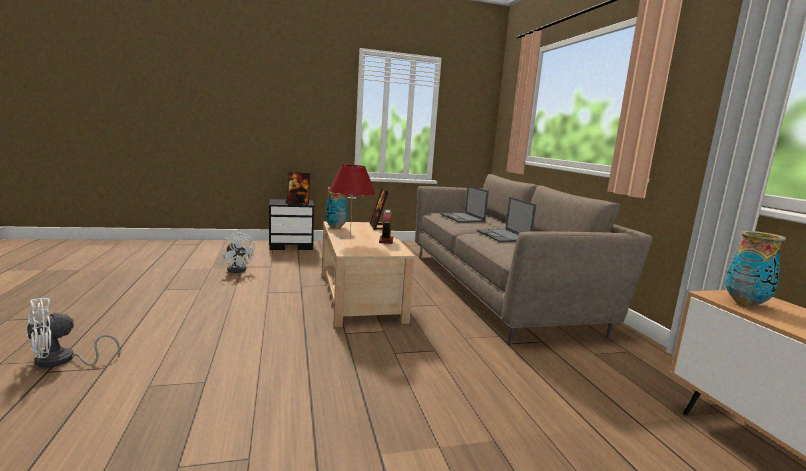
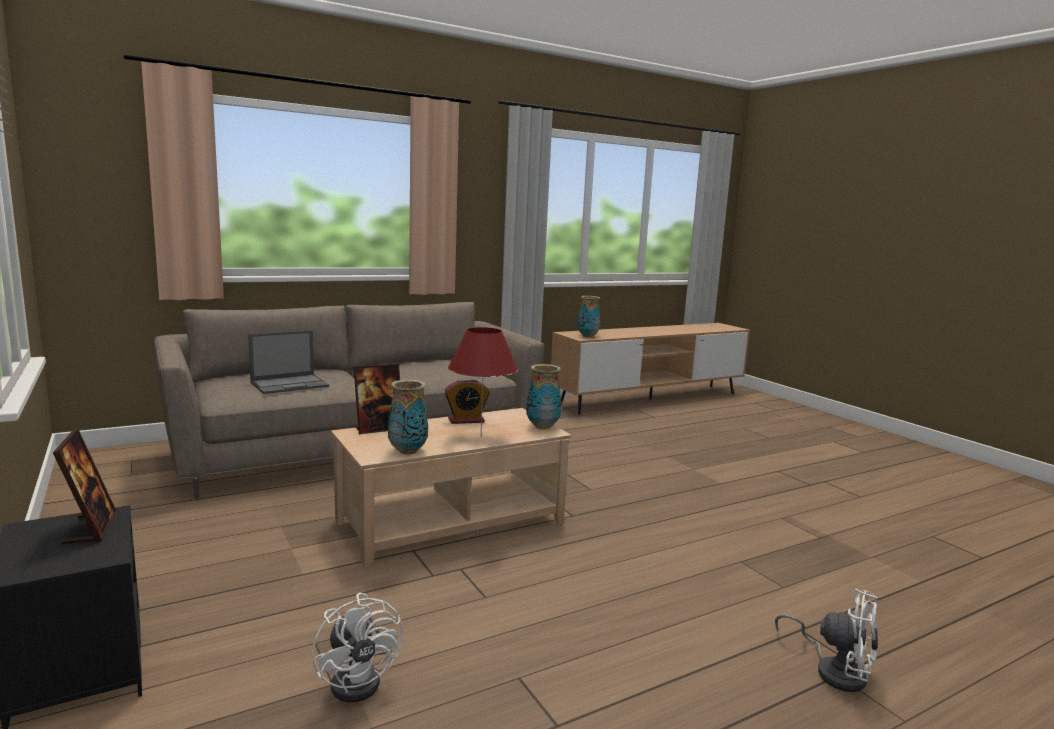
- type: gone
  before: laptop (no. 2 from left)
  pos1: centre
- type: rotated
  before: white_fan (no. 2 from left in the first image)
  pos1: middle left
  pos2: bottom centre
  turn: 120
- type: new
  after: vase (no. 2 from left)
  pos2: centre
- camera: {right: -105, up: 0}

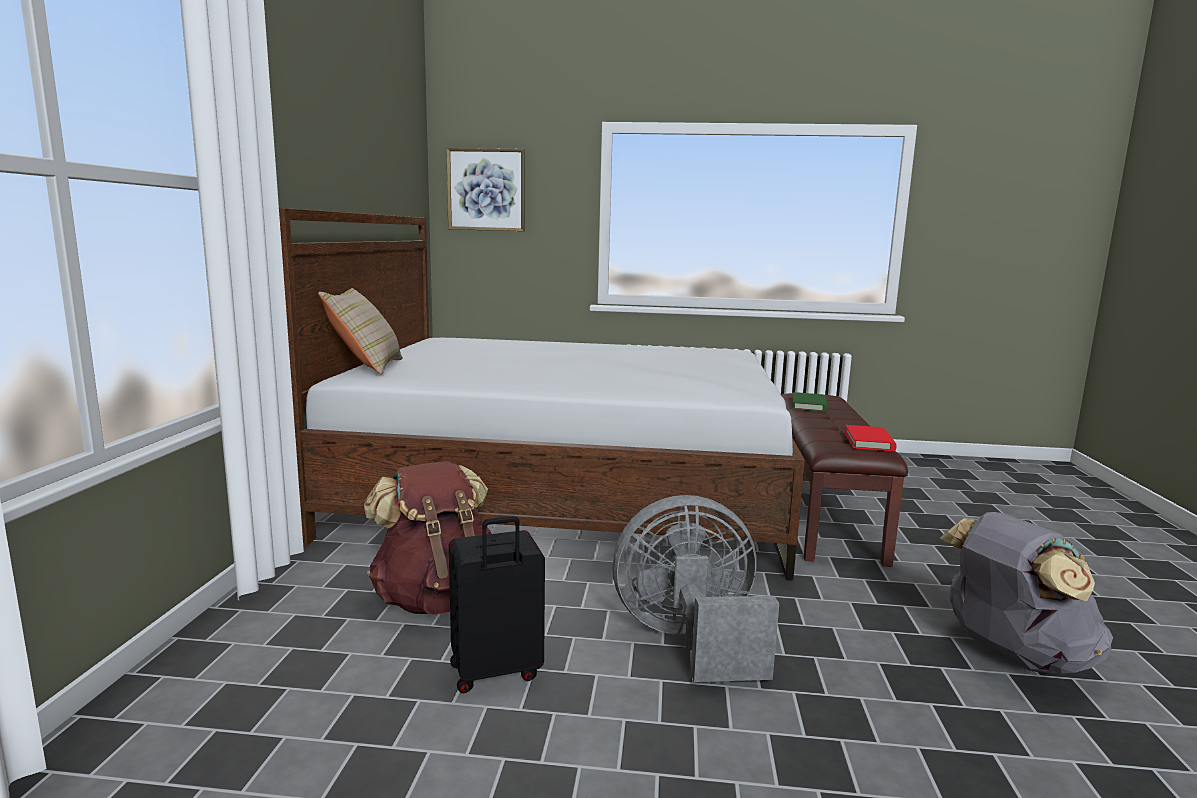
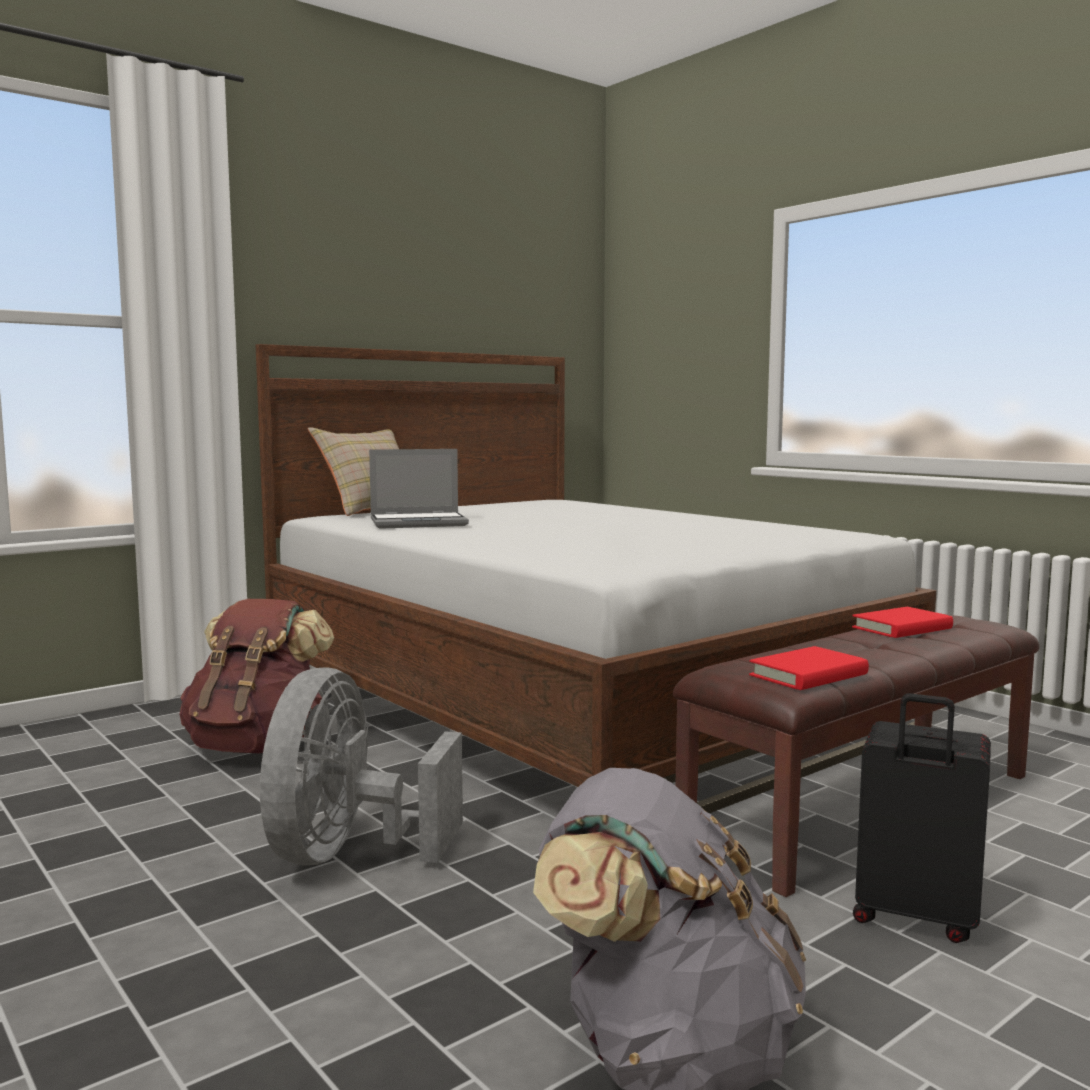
- type: gone
  before: picture
  pos1: top centre
- type: repainted
  before: green_book
  after: red_book (no. 2 from left)
  pos1: middle right
  pos2: middle right
- type: rotated
  before: grey_fan
  pos1: bottom centre
  pos2: bottom left
  turn: -120
- type: shifted
  before: black_suitcase
  pos1: bottom centre
  pos2: bottom right
- type: new
  after: laptop
  pos2: centre
- camera: {right: 45, up: -5}

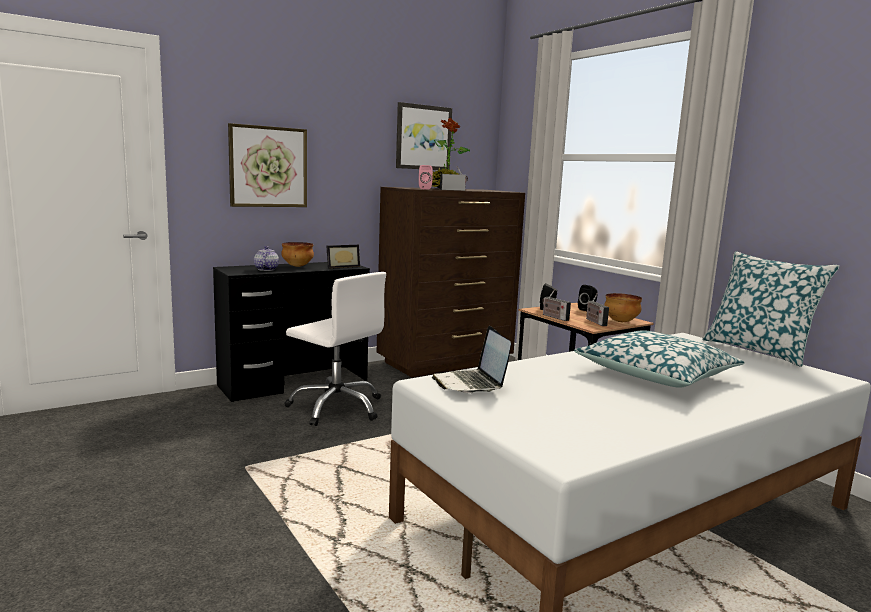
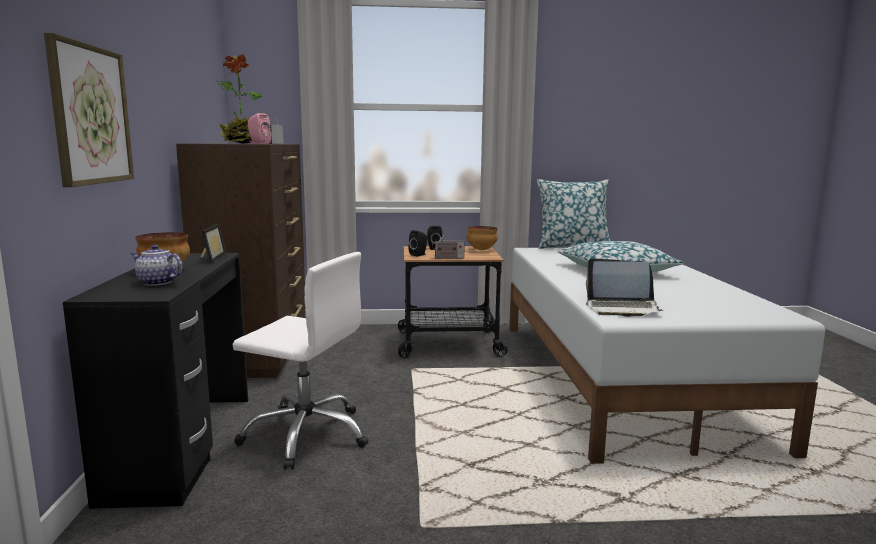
- type: gone
  before: picture (no. 2 from left)
  pos1: top centre
- type: rotated
  before: white_office_chair
  pos1: centre
  pos2: centre
  turn: 45
- type: gone
  before: radio (no. 3 from left)
  pos1: middle right
- camera: {right: -60, up: 0}

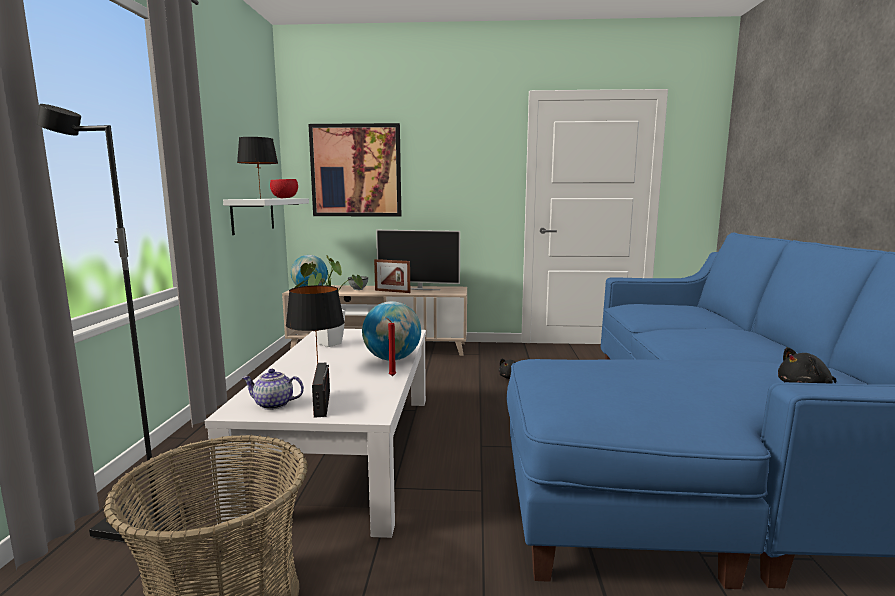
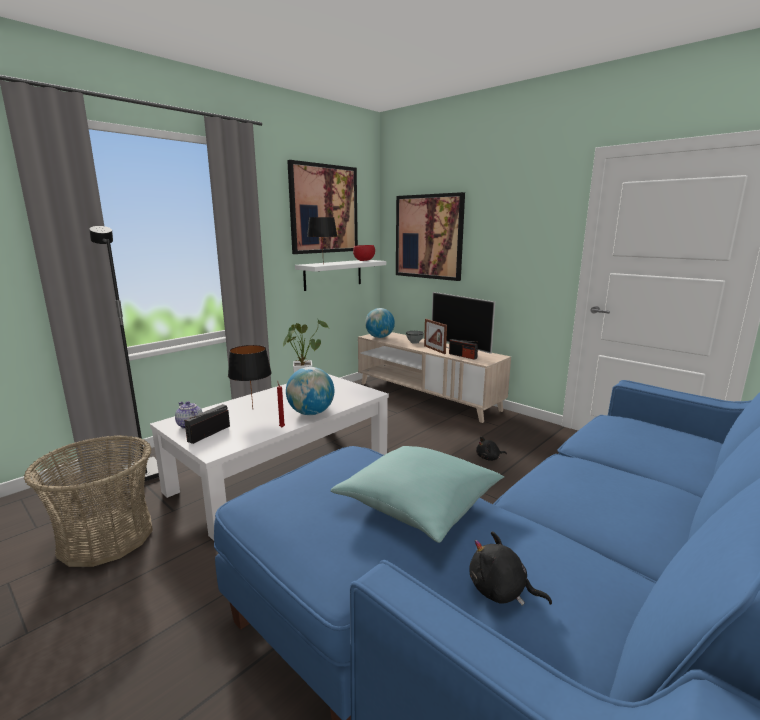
- type: new
  after: picture (no. 1 from left)
  pos2: top centre
- type: new
  after: radio (no. 2 from left)
  pos2: centre
- type: new
  after: turquoise_pillow
  pos2: bottom centre
- camera: {right: 40, up: 5}

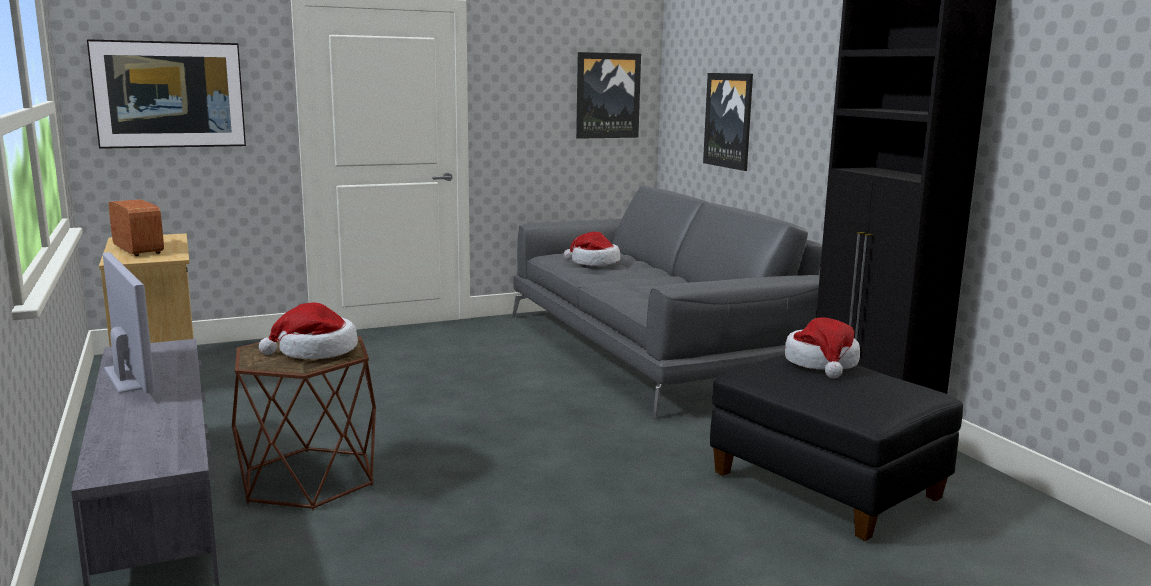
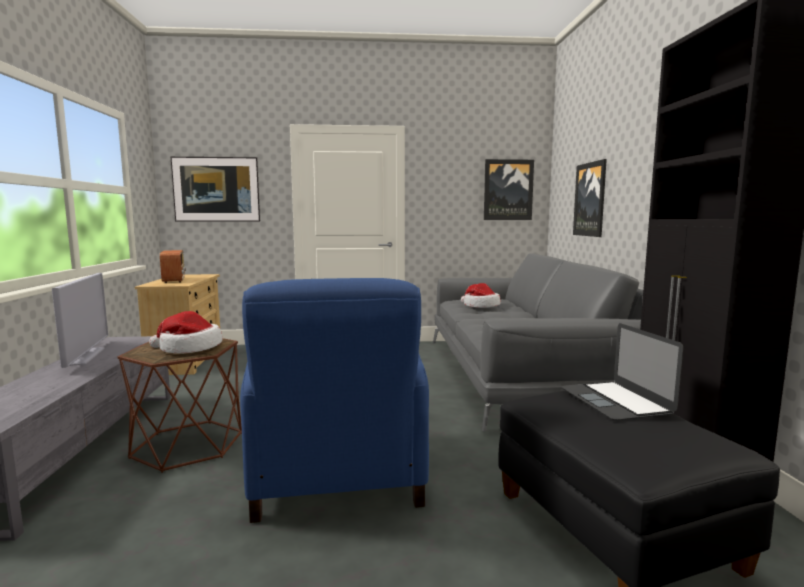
- type: swapped
  before: hat (no. 3 from left)
  after: laptop
  pos1: middle right
  pos2: middle right
- type: new
  after: blue_armchair
  pos2: bottom centre
- camera: {right: 20, up: -5}

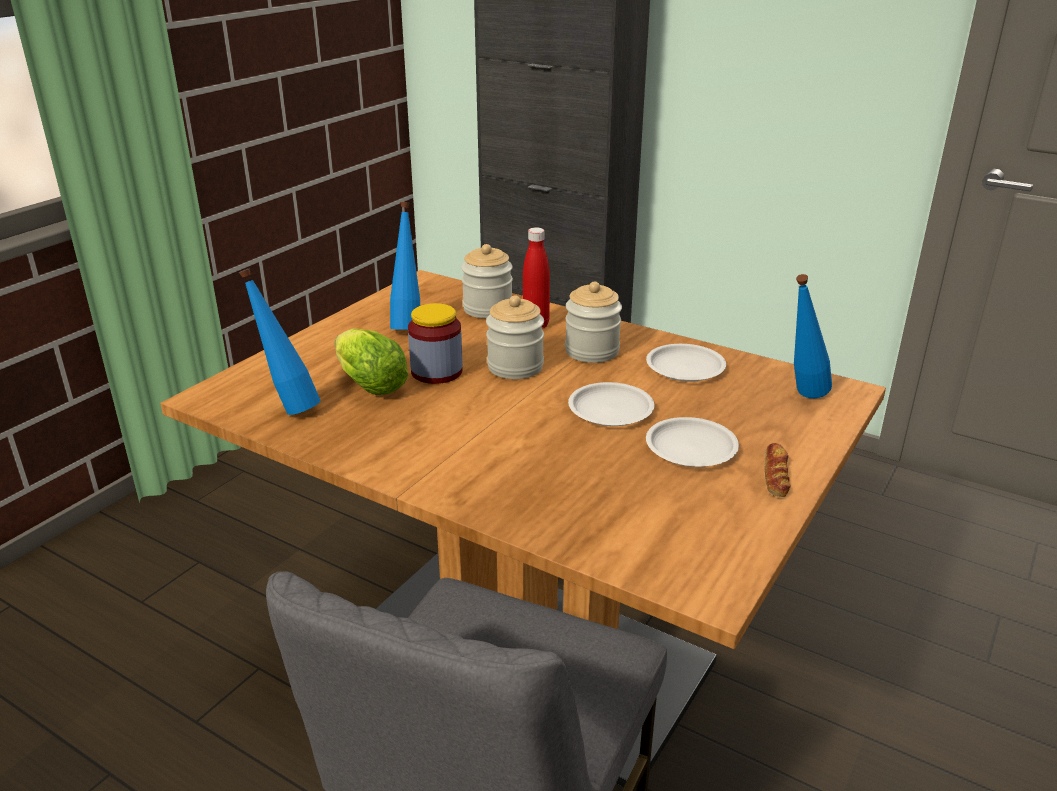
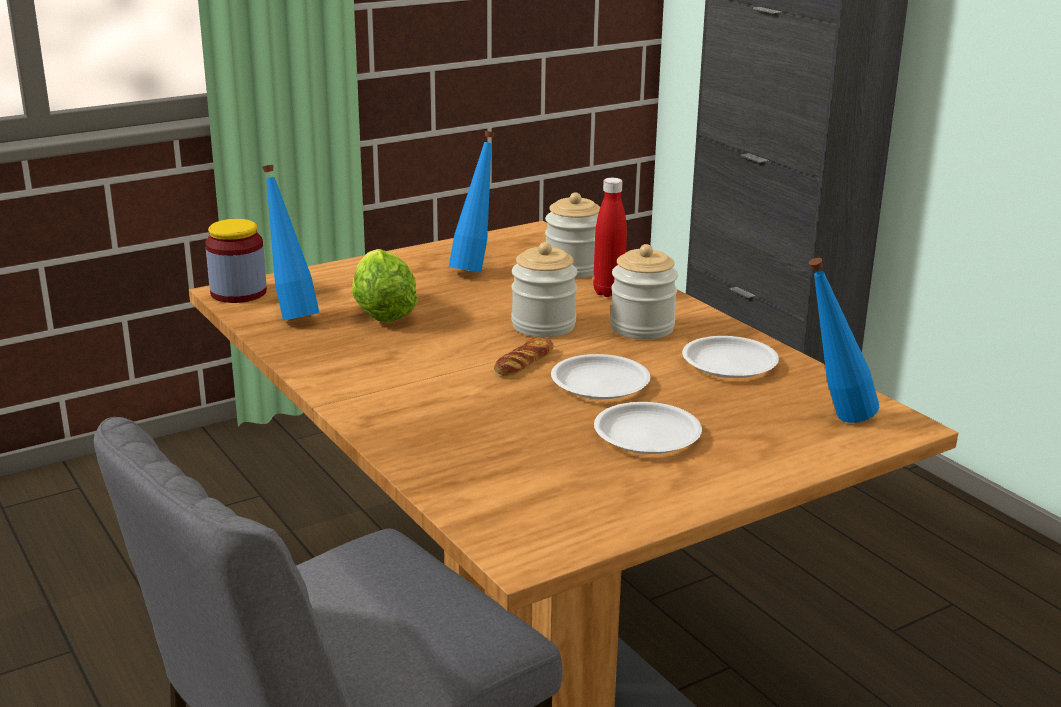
- type: shifted
  before: jar (no. 1 from left)
  pos1: centre
  pos2: middle left
- type: shifted
  before: bread
  pos1: middle right
  pos2: centre
- camera: {right: 25, up: -5}

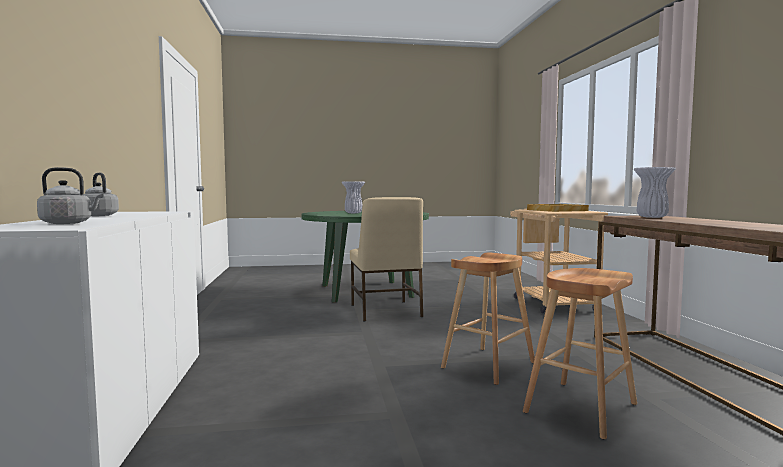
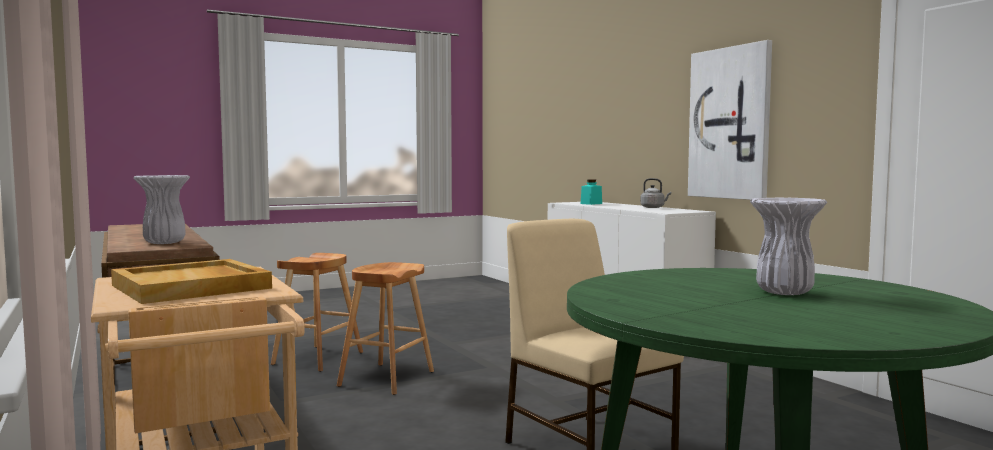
- type: swapped
  before: grey_kettle (no. 1 from left)
  after: turquoise_jar
  pos1: middle left
  pos2: centre
- type: new
  after: picture
  pos2: top right
- camera: {right: 160, up: 0}

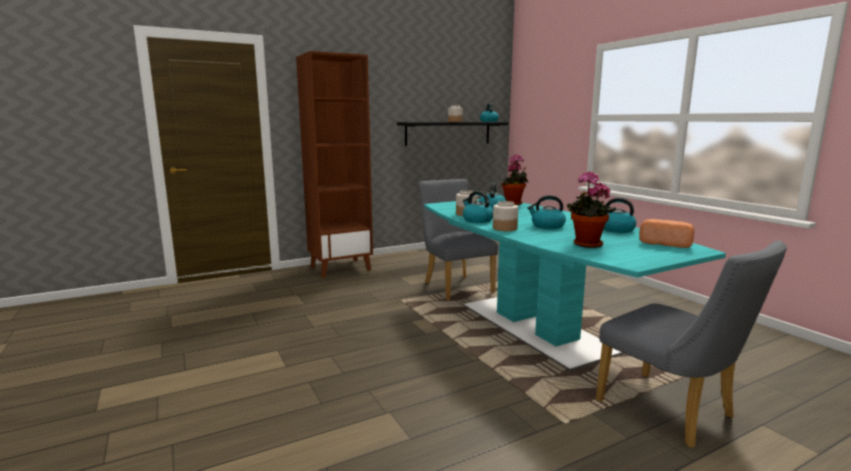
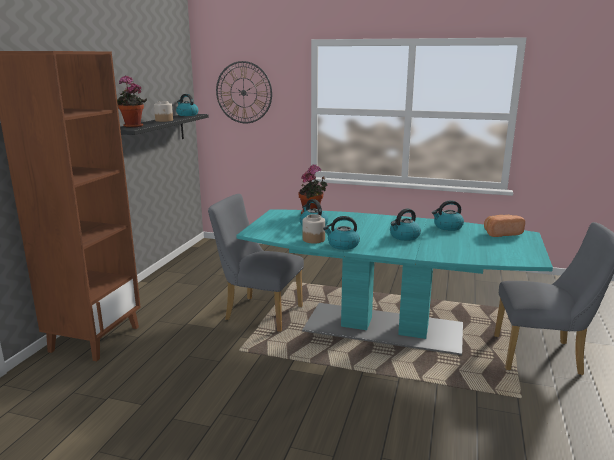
- type: shifted
  before: potted_plant (no. 2 from left in the first image)
  after: potted_plant (no. 1 from left)
  pos1: middle right
  pos2: top left
- type: gone
  before: jar (no. 3 from left)
  pos1: centre
- type: new
  after: wall_clock
  pos2: top centre
- camera: {right: -45, up: 5}

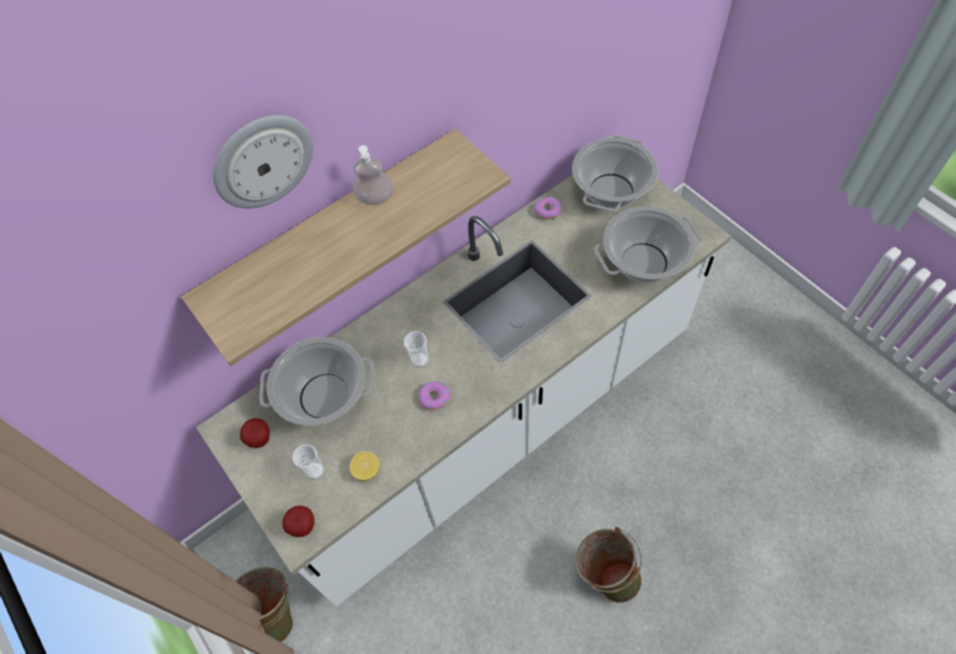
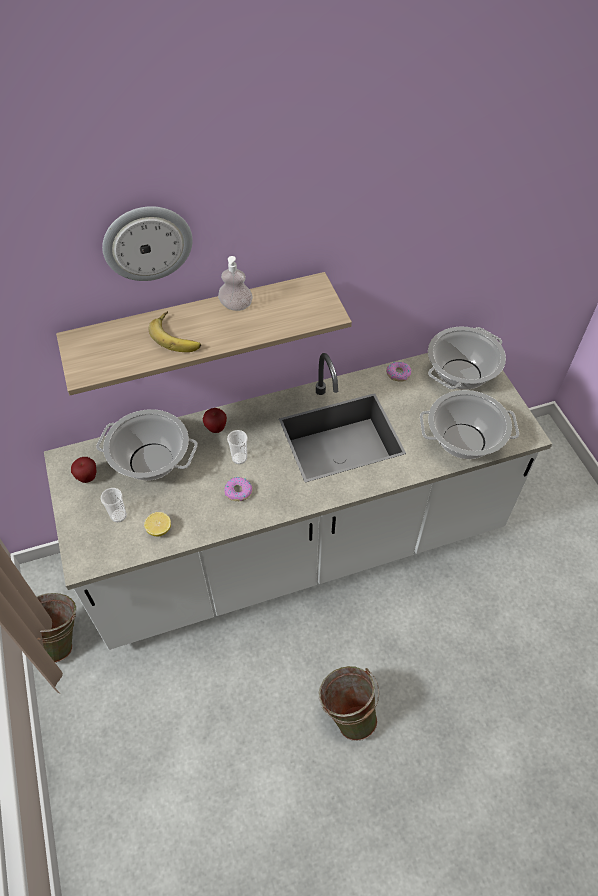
- type: shifted
  before: apple (no. 2 from left)
  pos1: bottom left
  pos2: centre
- type: new
  after: banana
  pos2: middle left
- camera: {right: 15, up: -5}

